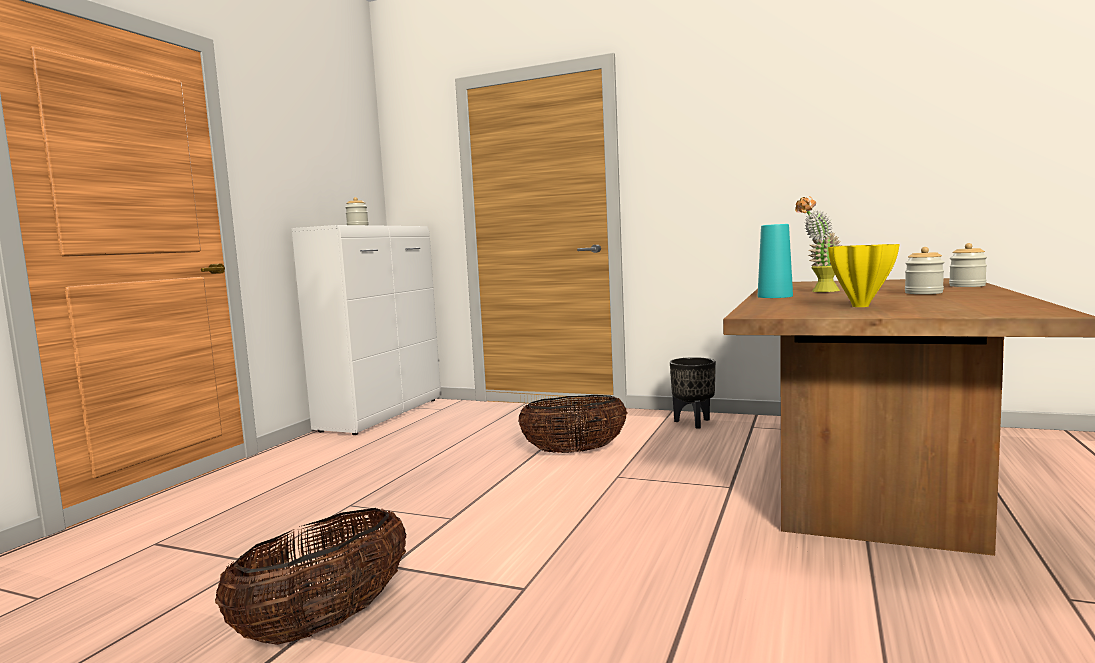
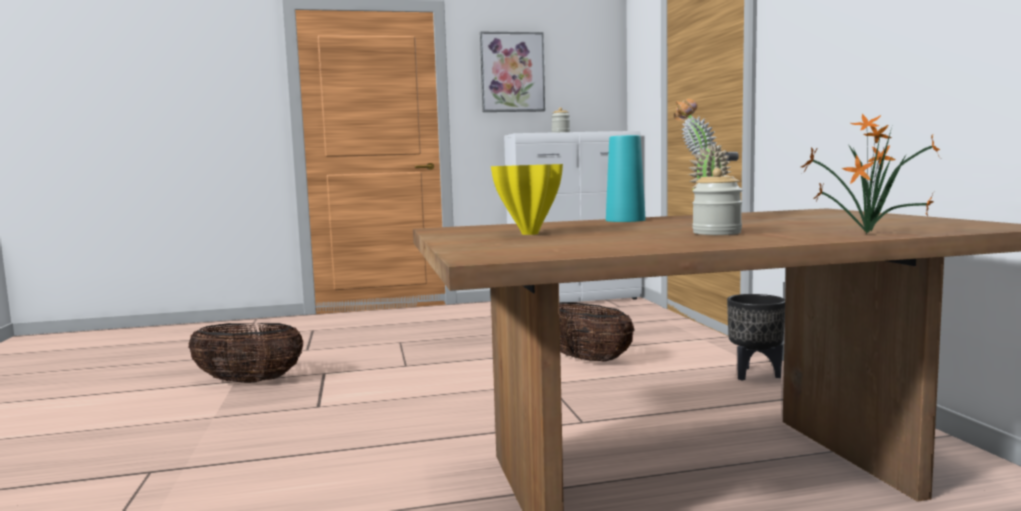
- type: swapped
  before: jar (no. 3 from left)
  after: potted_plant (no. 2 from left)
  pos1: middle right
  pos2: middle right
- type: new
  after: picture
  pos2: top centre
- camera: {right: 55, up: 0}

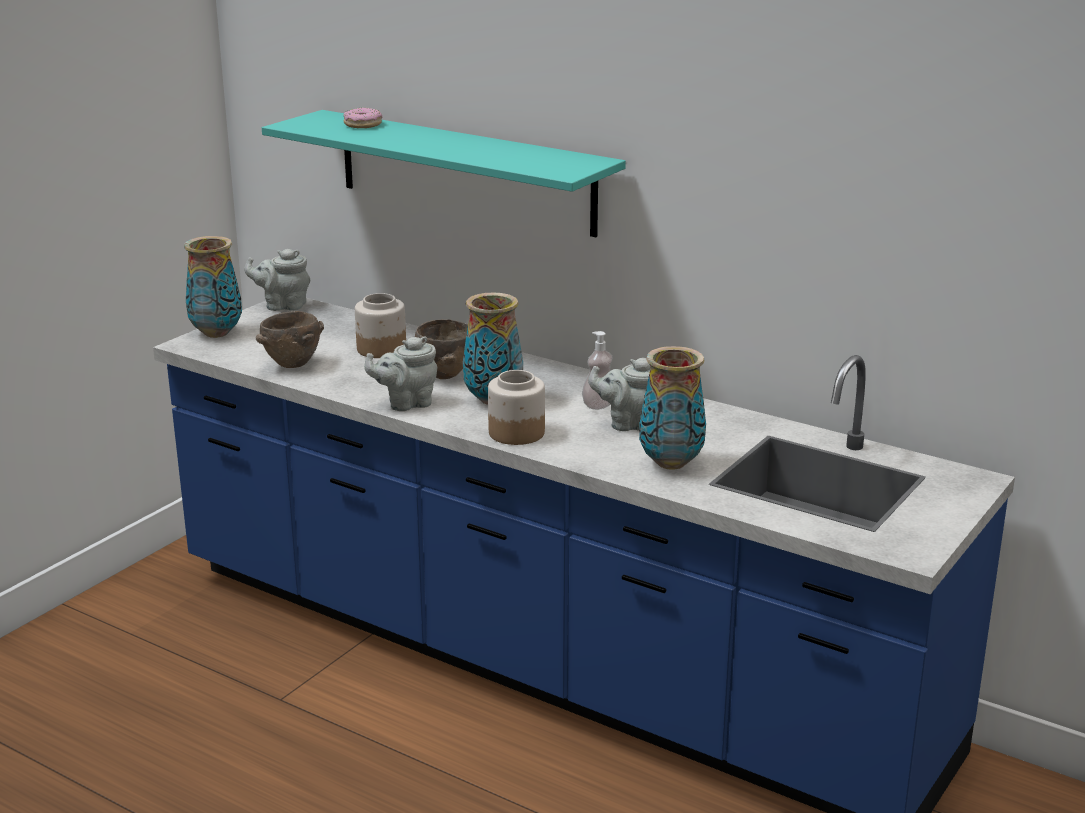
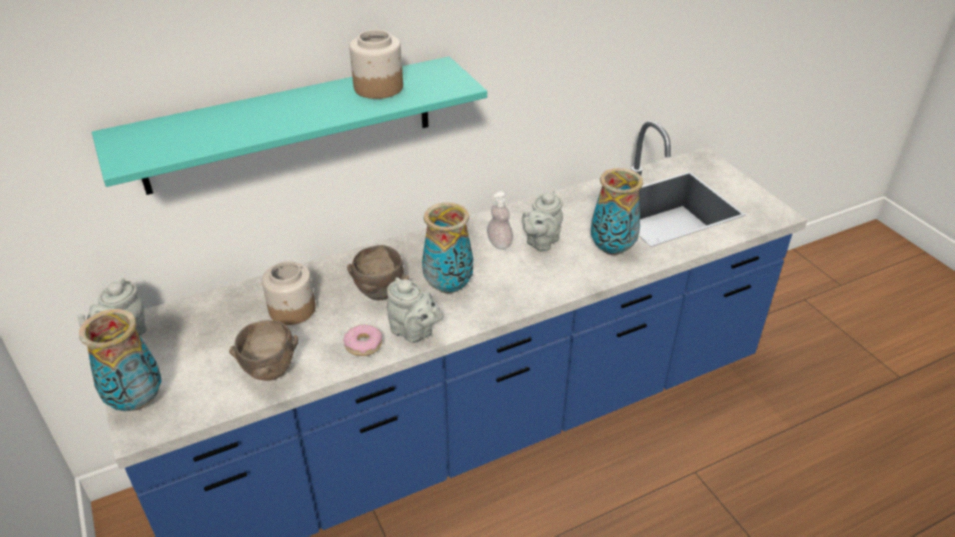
- type: shifted
  before: donut
  pos1: top centre
  pos2: centre
- type: rotated
  before: grey_teapot (no. 2 from left)
  pos1: centre
  pos2: centre
  turn: -60
- type: shifted
  before: jar (no. 2 from left)
  pos1: centre
  pos2: top centre
- camera: {right: -60, up: 15}

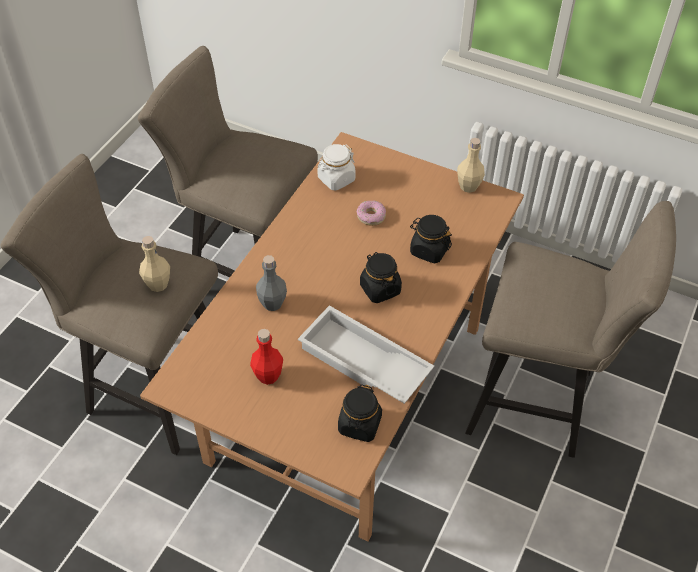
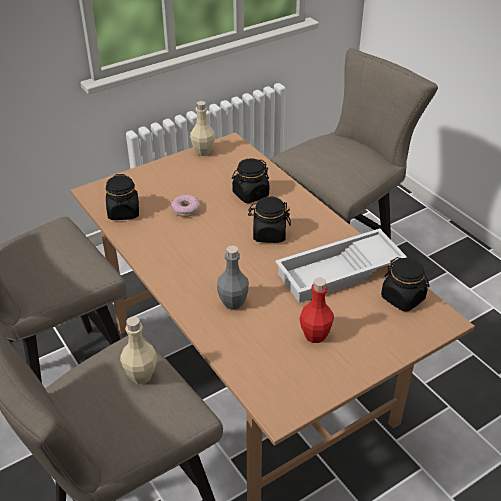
- type: repainted
  before: white_jar
  after: black_jar (no. 1 from left)
  pos1: top centre
  pos2: middle left
- camera: {right: -60, up: -10}

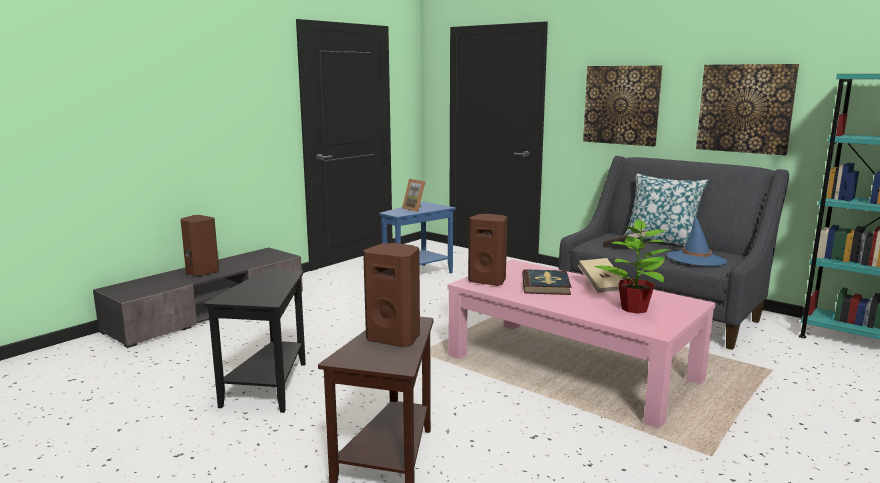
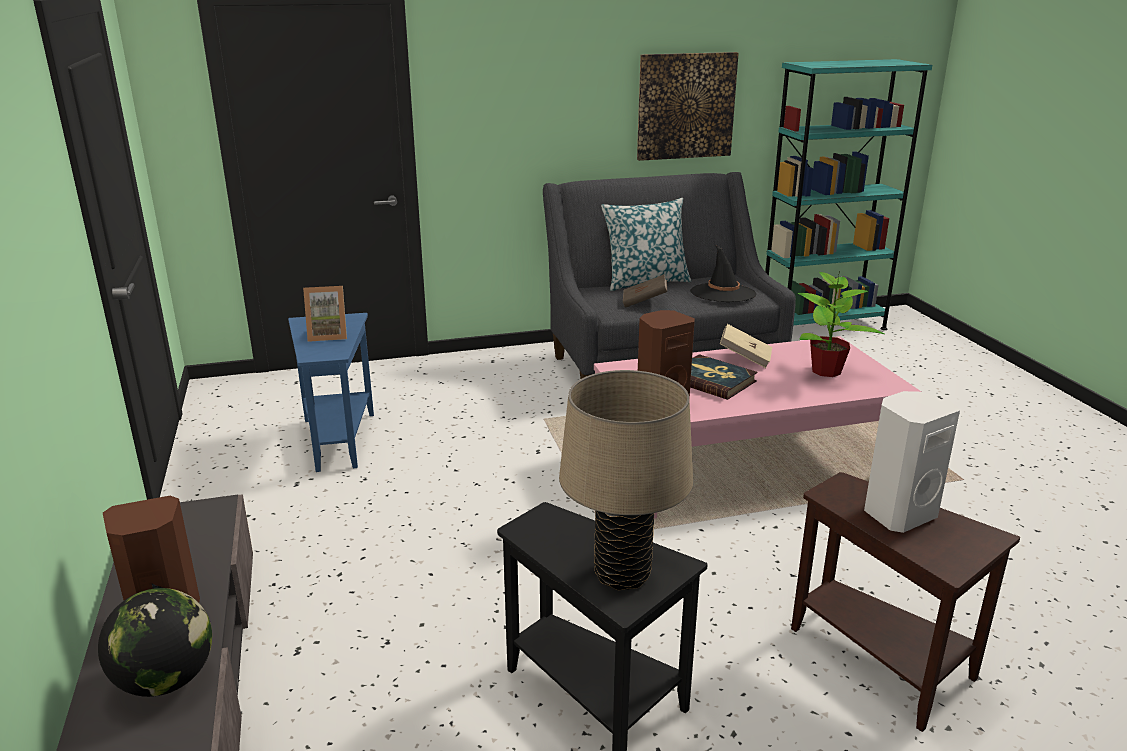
- type: gone
  before: picture (no. 1 from left)
  pos1: top right
- type: repainted
  before: blue_hat
  after: black_hat
  pos1: middle right
  pos2: centre
- type: repainted
  before: brown_speaker (no. 2 from left)
  after: white_speaker
  pos1: centre
  pos2: middle right
- type: new
  after: beige_table_lamp
  pos2: centre
- type: new
  after: globe
  pos2: bottom left
- camera: {right: -55, up: 10}

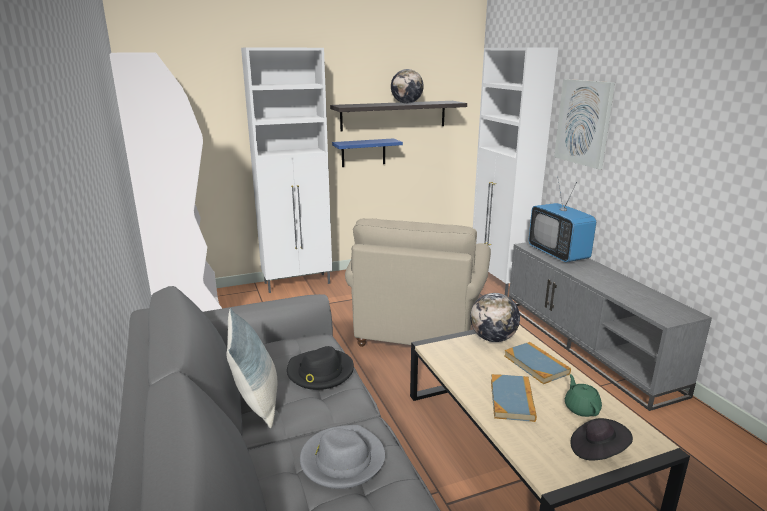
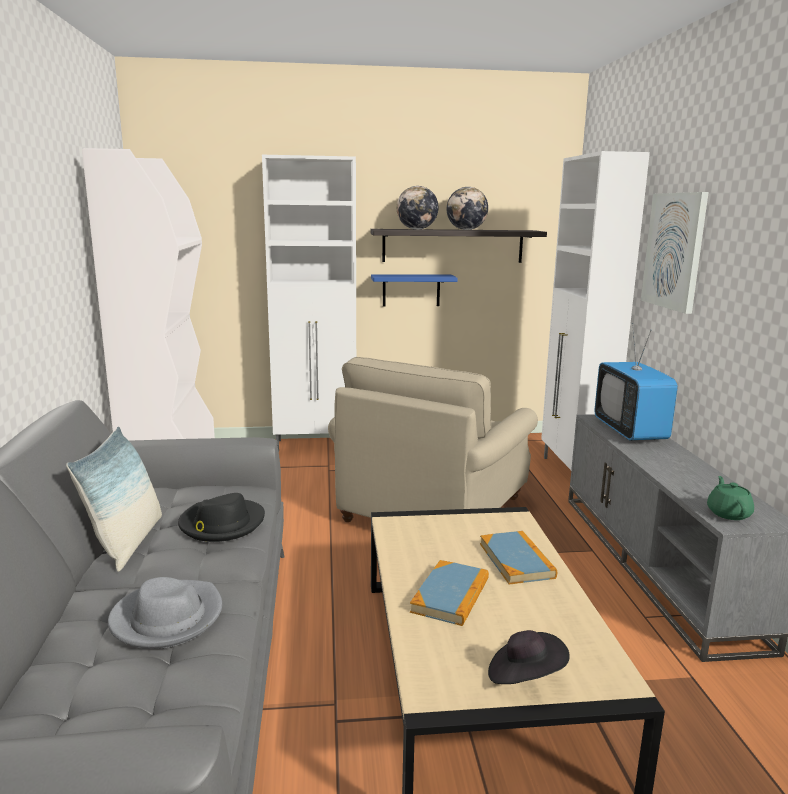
- type: shifted
  before: globe (no. 2 from left in the first image)
  after: globe (no. 1 from left)
  pos1: centre
  pos2: top centre
- type: shifted
  before: green_teapot
  pos1: bottom right
  pos2: middle right
- camera: {right: 15, up: -5}

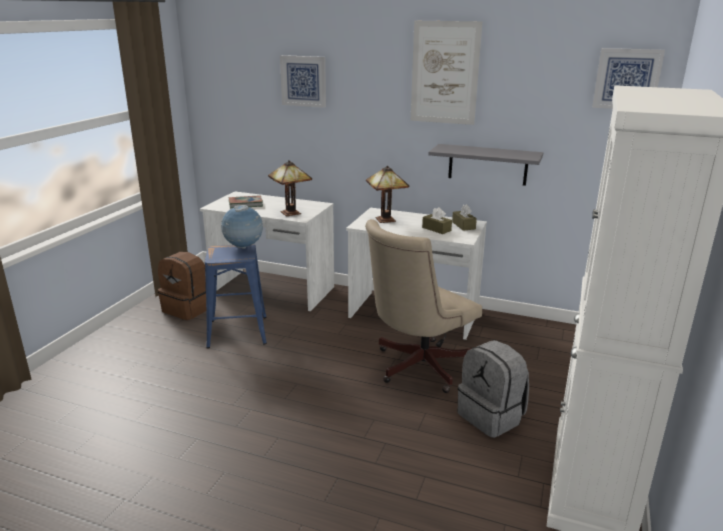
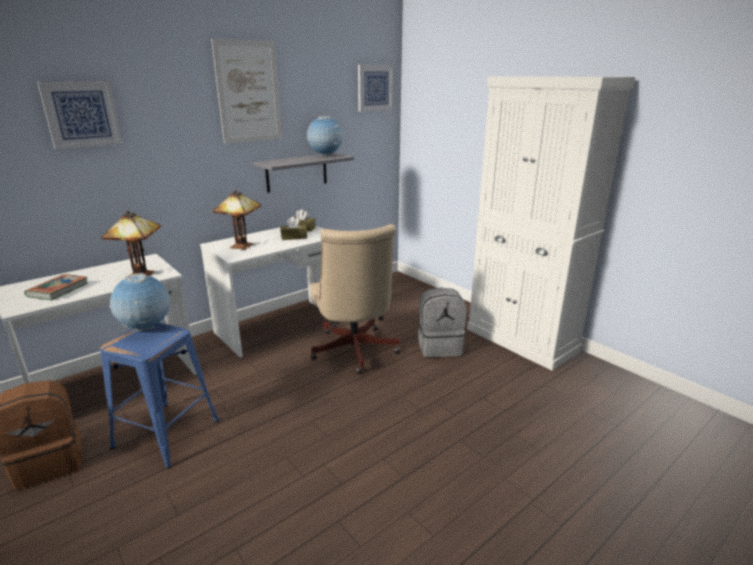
- type: new
  after: globe (no. 2 from left)
  pos2: top centre
- camera: {right: -60, up: 0}

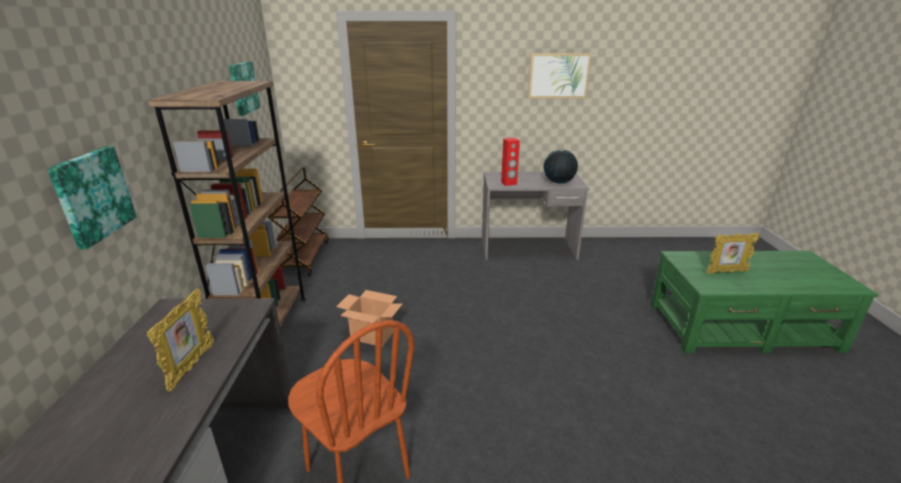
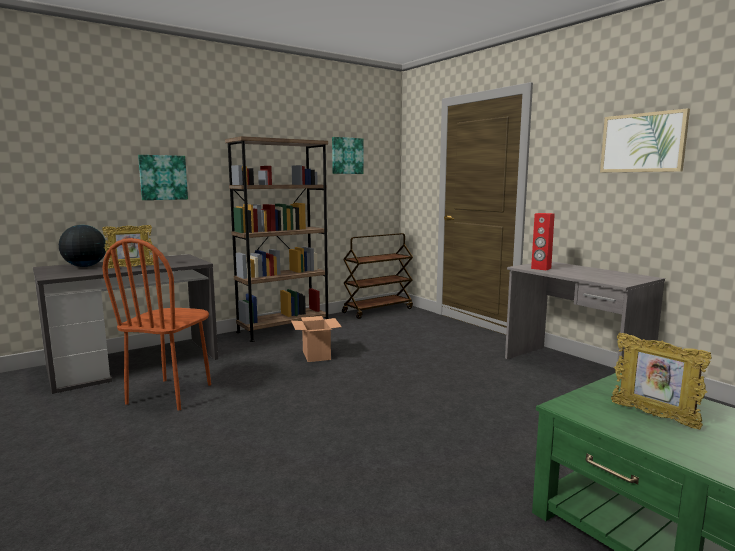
- type: shifted
  before: globe
  pos1: centre
  pos2: middle left
- camera: {right: 55, up: -15}

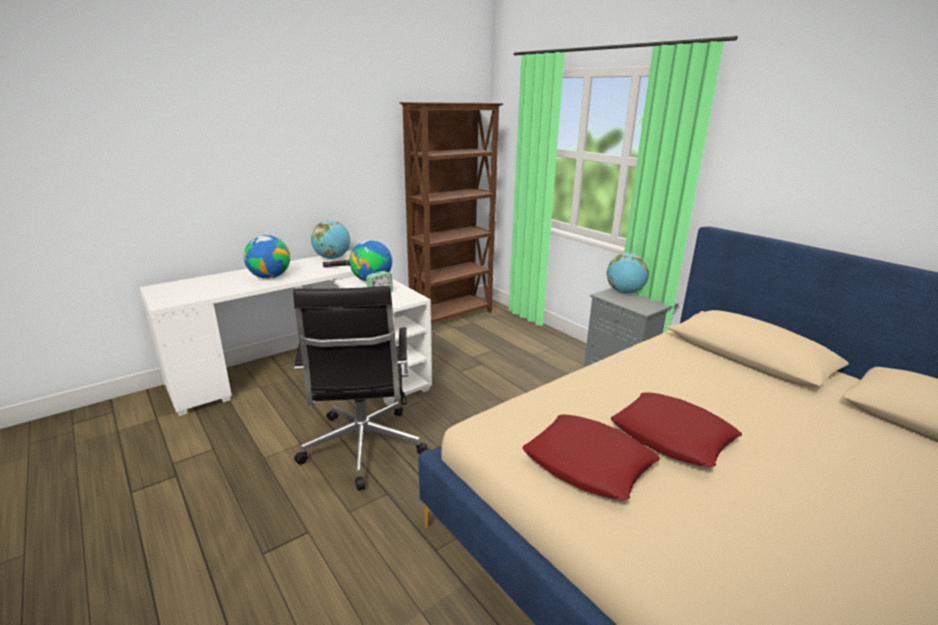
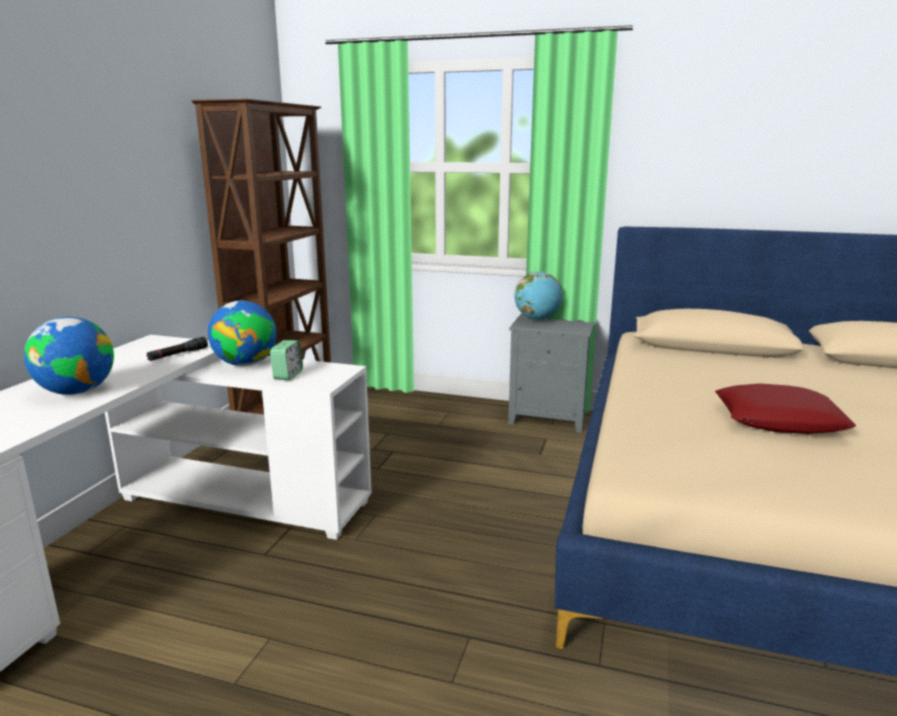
- type: gone
  before: globe (no. 2 from left)
  pos1: centre
- type: gone
  before: black_office_chair
  pos1: centre
- type: gone
  before: red_pillow (no. 1 from left)
  pos1: bottom centre
- camera: {right: -35, up: -5}

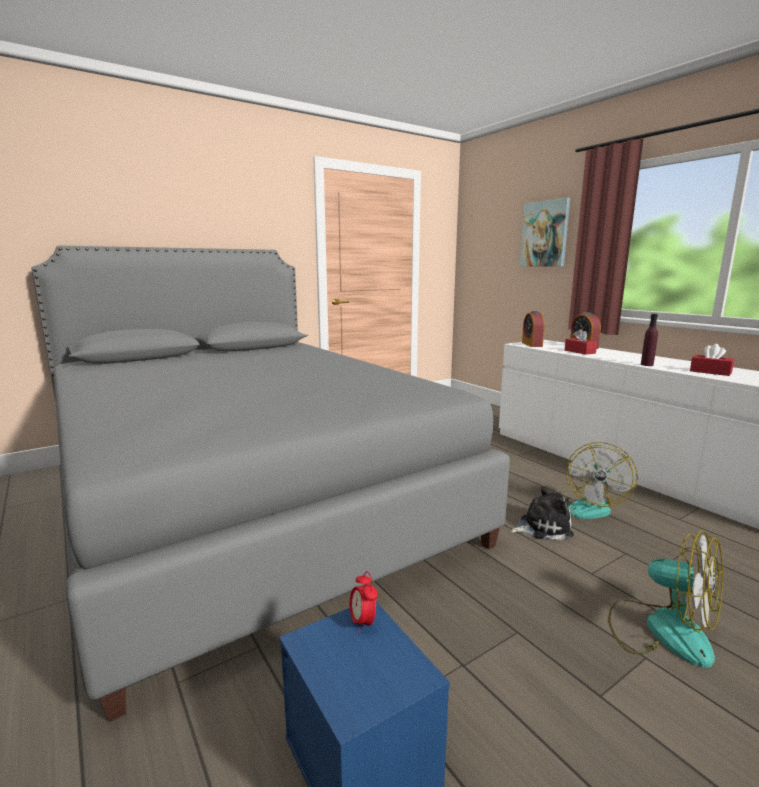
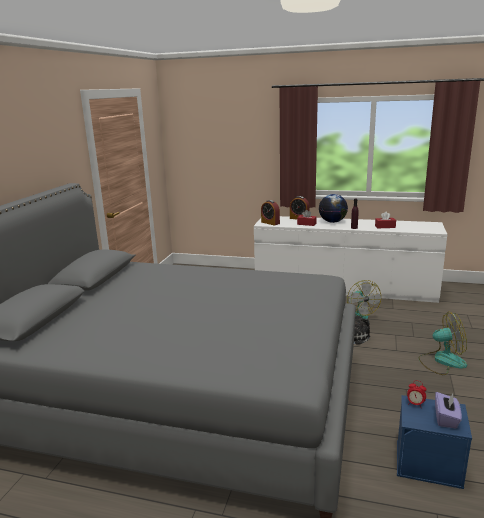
- type: gone
  before: picture
  pos1: top right
- type: new
  after: globe
  pos2: middle right
- type: new
  after: purple_tissue_box
  pos2: bottom right
- camera: {right: -40, up: 5}

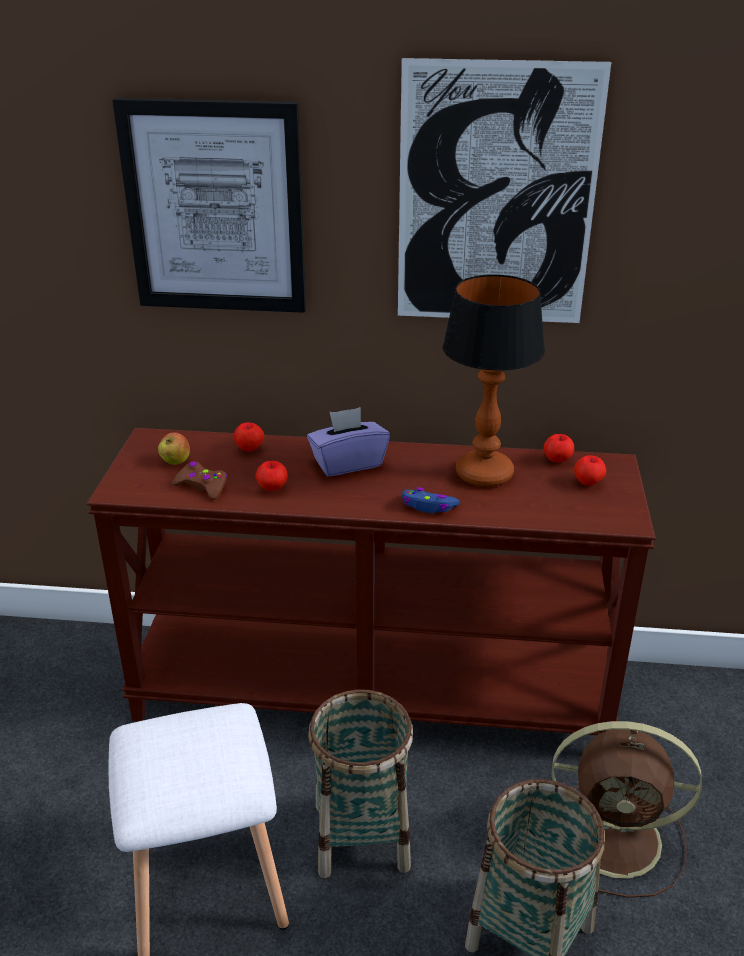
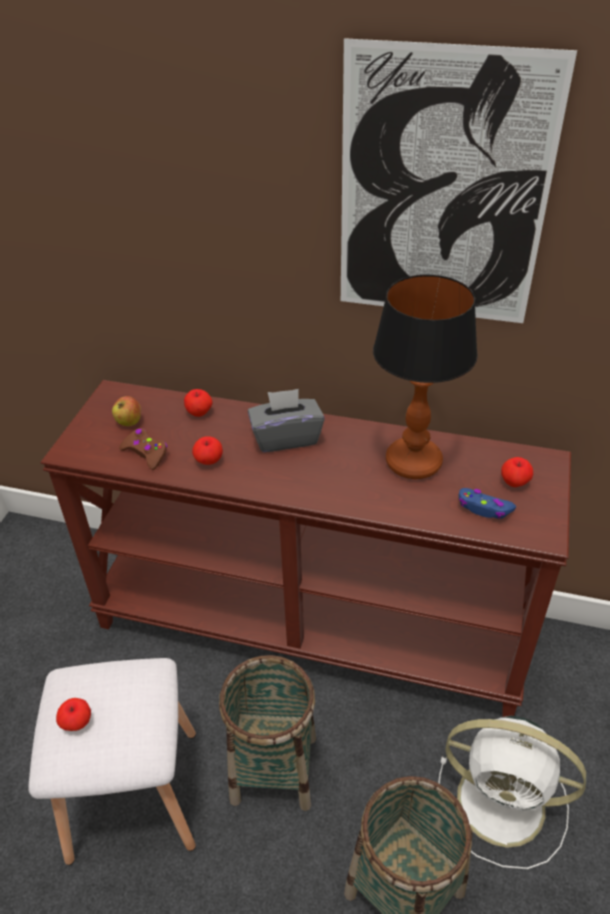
- type: gone
  before: picture (no. 1 from left)
  pos1: top left
- type: repainted
  before: purple_tissue_box
  after: grey_tissue_box
  pos1: centre
  pos2: centre
- type: shifted
  before: apple (no. 4 from left in the first image)
  after: apple (no. 1 from left)
  pos1: middle right
  pos2: bottom left
- type: shifted
  before: blue_game_controller
  pos1: centre
  pos2: middle right
- type: repainted
  before: brown_fan
  after: white_fan
  pos1: bottom right
  pos2: bottom right
- camera: {right: 10, up: 10}

